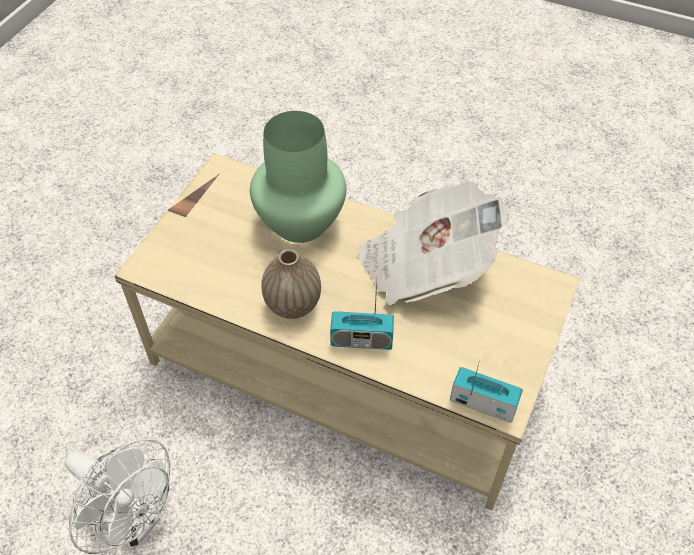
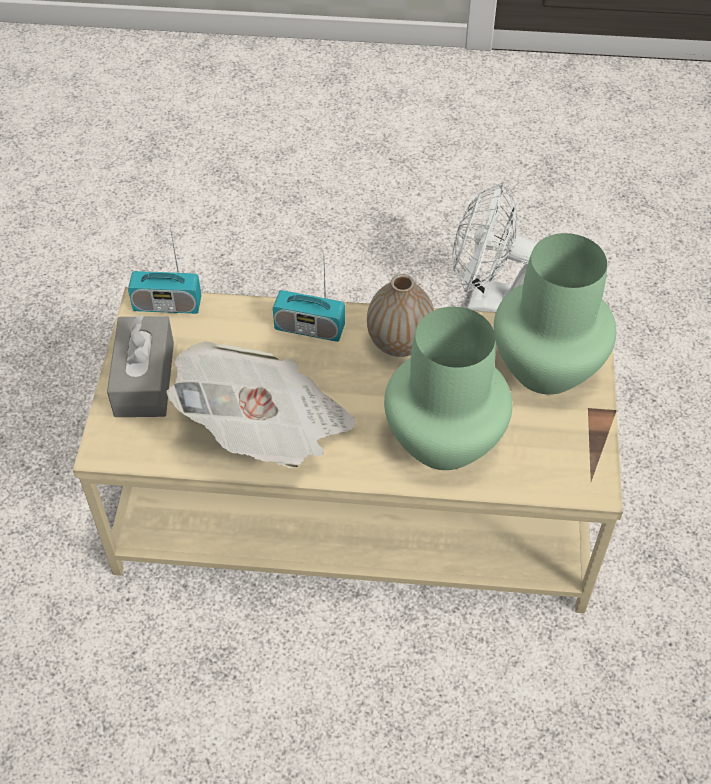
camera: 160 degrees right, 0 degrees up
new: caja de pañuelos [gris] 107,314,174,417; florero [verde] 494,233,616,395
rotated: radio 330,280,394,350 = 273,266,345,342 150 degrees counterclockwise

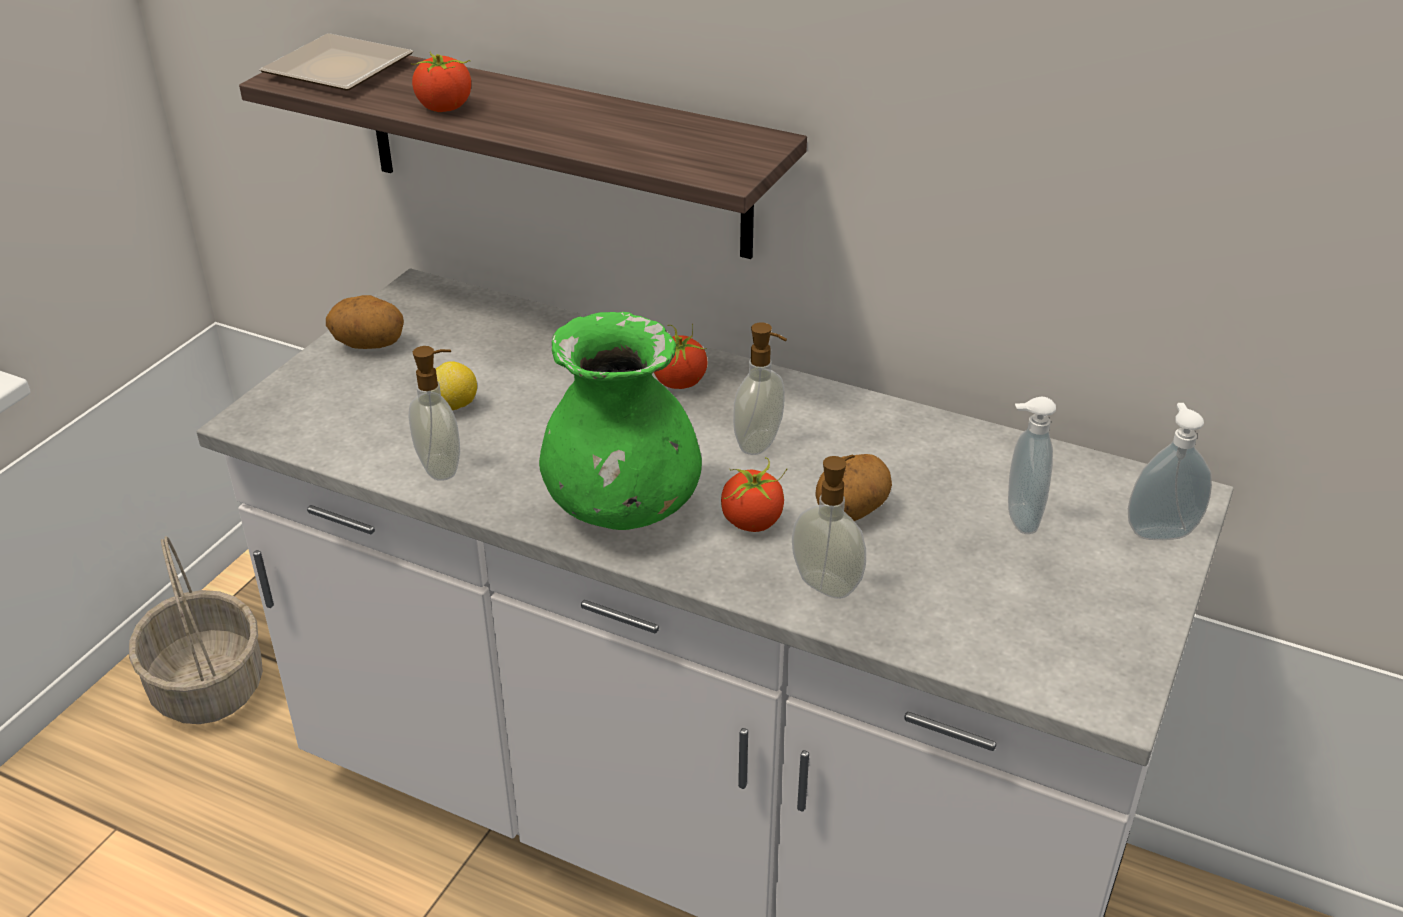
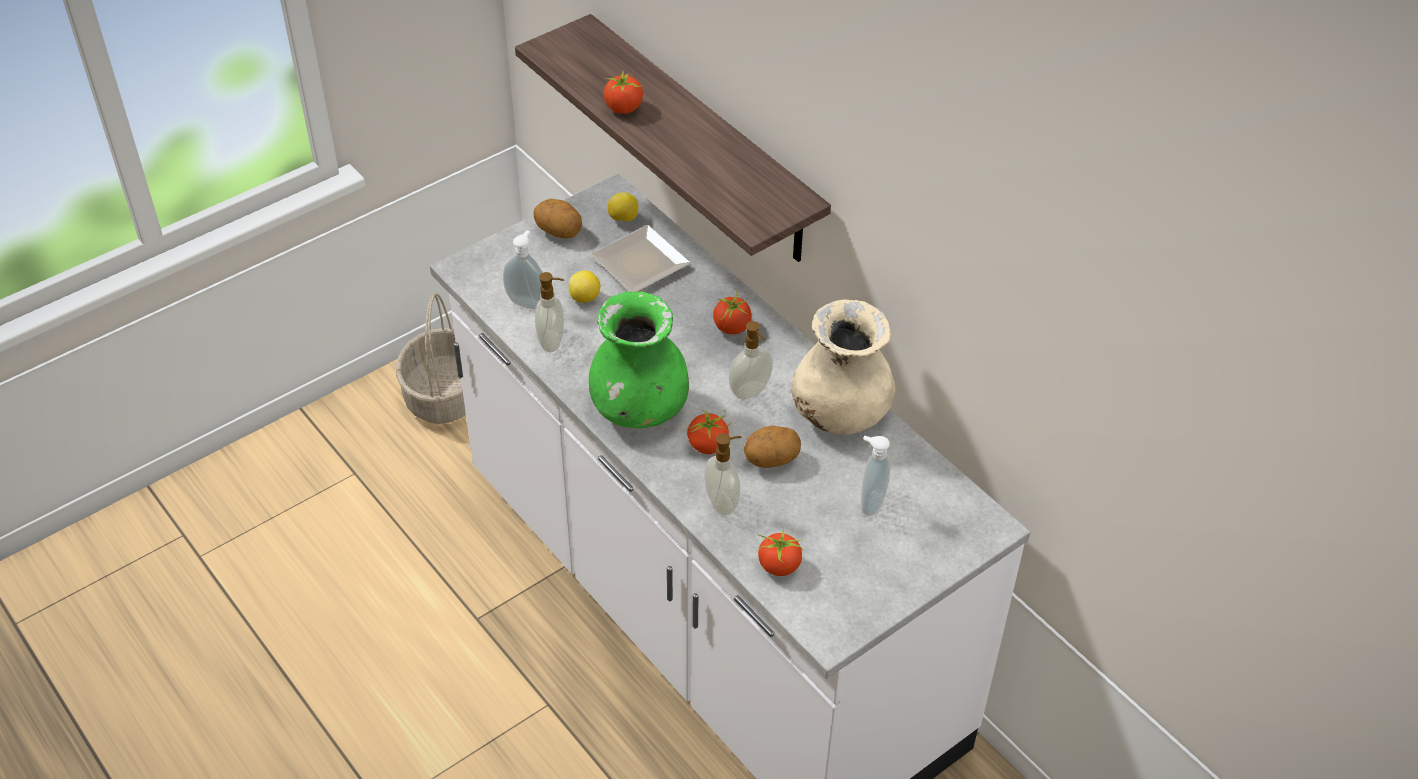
camera: 25 degrees right, 10 degrees up
new: limón 607,192,638,221; tomate 758,528,804,576; florero [beis] 791,299,895,435
shifted: dispensador de jabón 1128,403,1212,540 to 503,230,543,309; plato 259,33,413,91 to 590,225,691,292

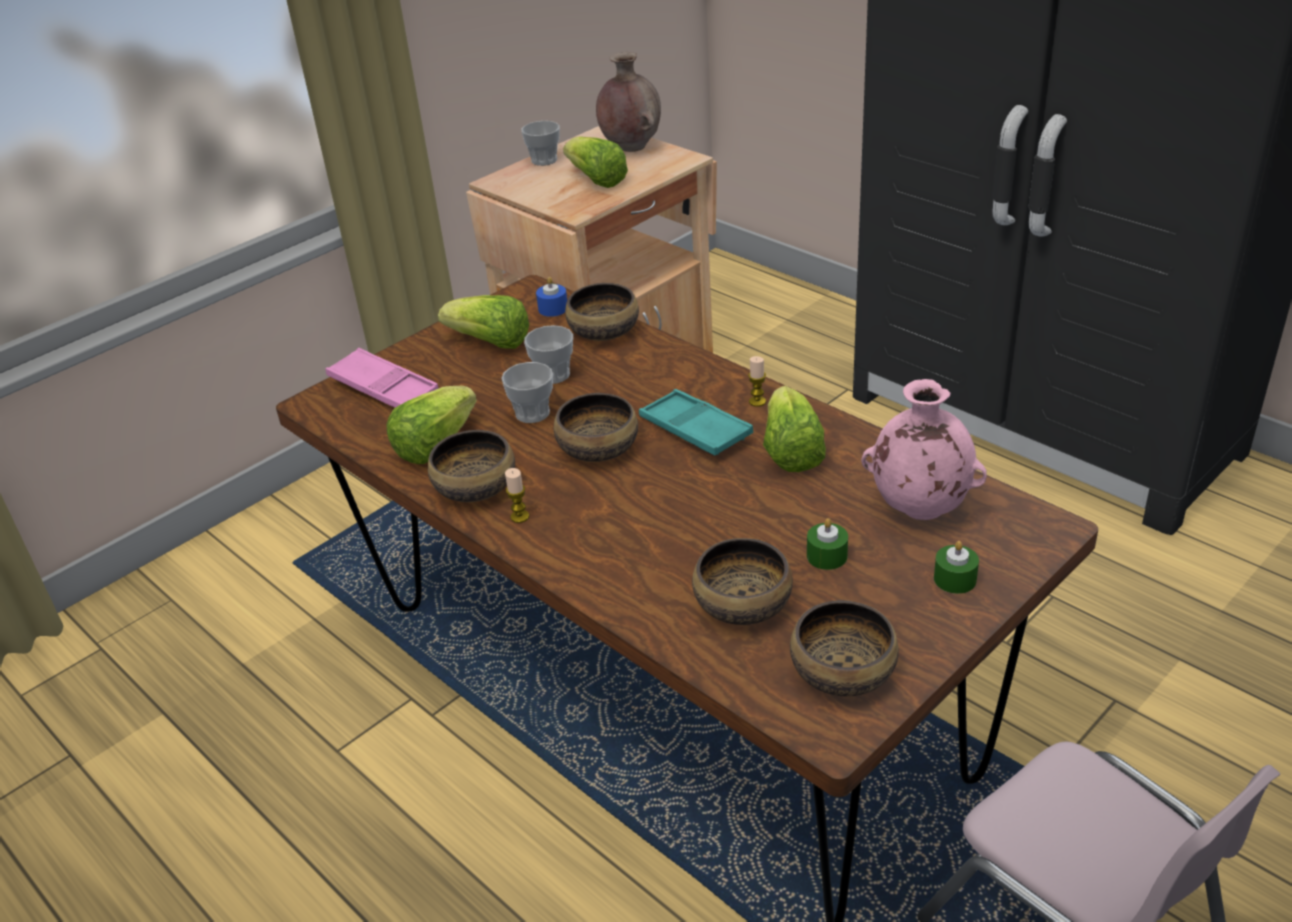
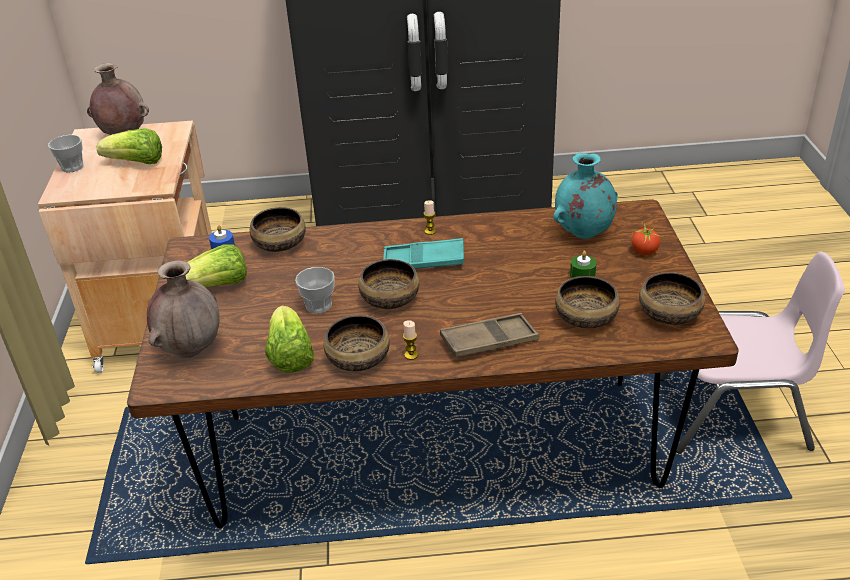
camera: 50 degrees left, 0 degrees up
gone: taza 524,325,573,384; lechuga 763,386,826,472
new: bandeja [marrón] 440,313,539,357
swapped: bandeja [rosa] 326,348,438,408 to florero [marrón] 147,261,219,358; vela [verde] 934,541,979,594 to tomate 632,223,660,255
repainted: florero [rosa] 861,379,987,520 to florero [turquesa] 553,153,618,239

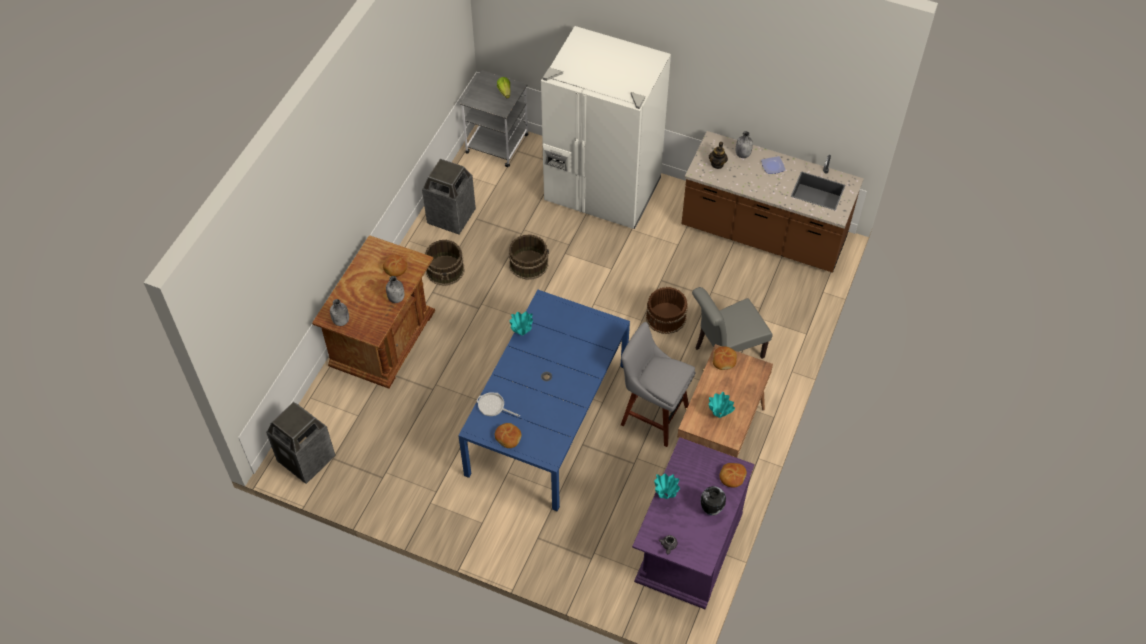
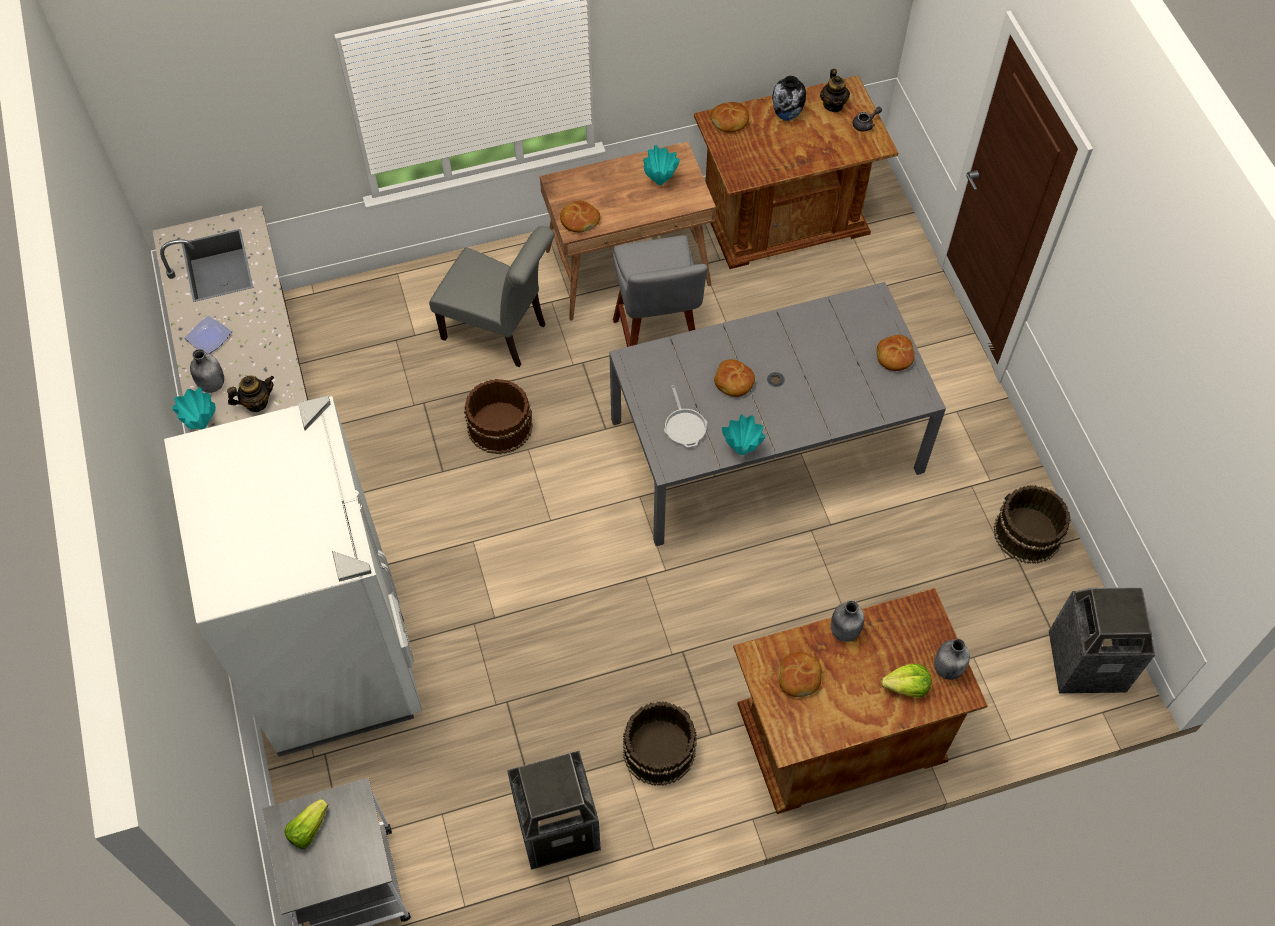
camera: 130 degrees left, 5 degrees up
new: pan 714,359,755,397; tetera 820,69,850,112; lechuga 881,664,931,697
shifted: florero [turquesa] 654,474,680,499 to 172,387,216,429; sartén 476,392,520,417 to 664,385,707,447; cubo [marrón] 508,234,549,280 to 993,485,1071,564
repainted: mesa de comedor [azul] 458,290,630,511 to mesa de comedor [gris] 609,282,946,546; armario [morado] 632,437,755,609 to armario [marrón] 694,76,898,269

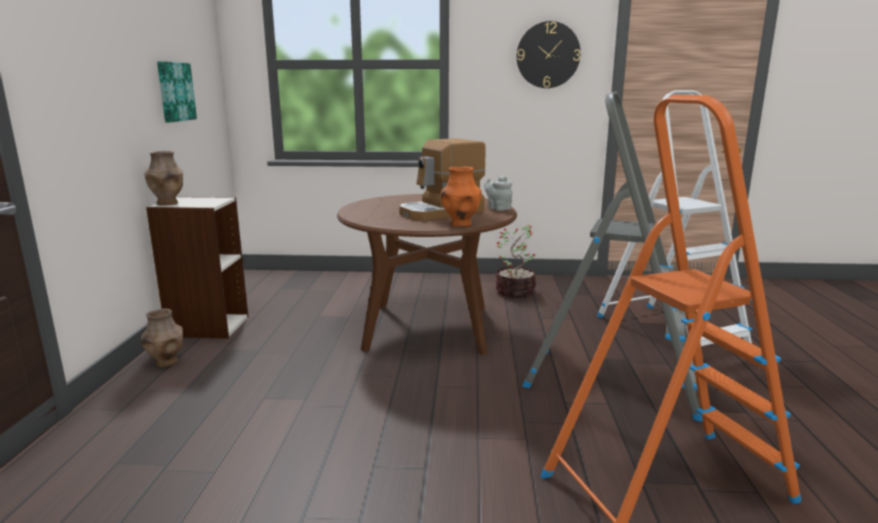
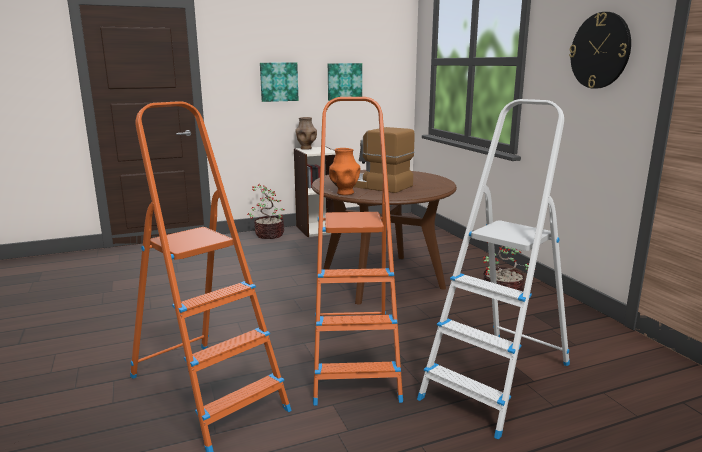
camera: 65 degrees right, 0 degrees up
gone: tetera [gris] 484,176,512,211
new: cuadro 260,63,298,102
swapped: florero [marrón] 141,309,183,367 to planta en maceta 247,184,285,239
repainted: escalera de tijera [gris] 522,92,703,422 to escalera de tijera [naranja] 313,97,403,406

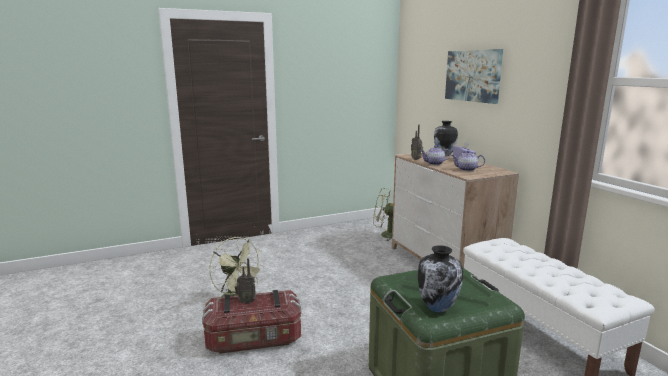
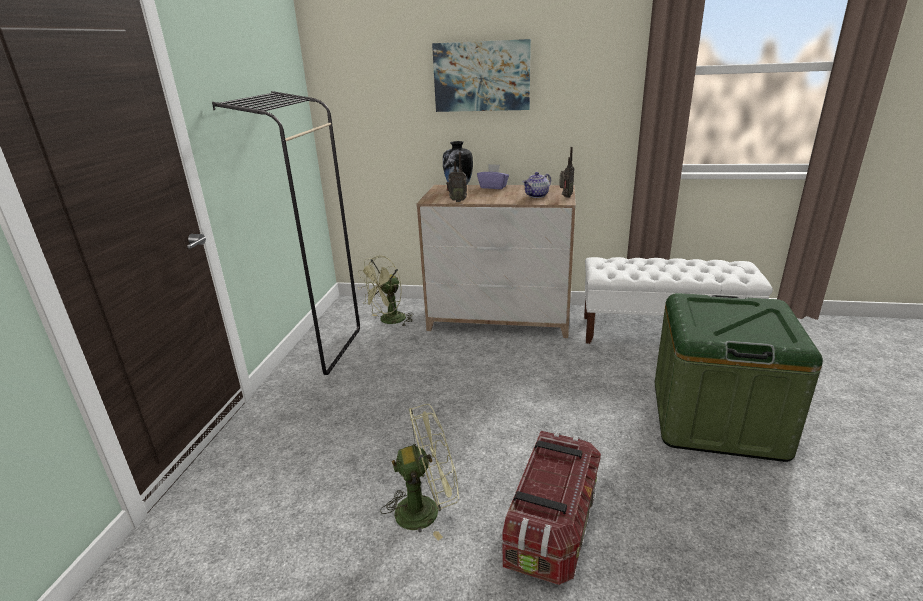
camera: 55 degrees left, 10 degrees up
gone: florero 418,245,463,313; tetera 421,146,451,165
new: perchero [negro] 212,91,360,375
shifted: radio 235,258,256,304 to 559,147,574,198

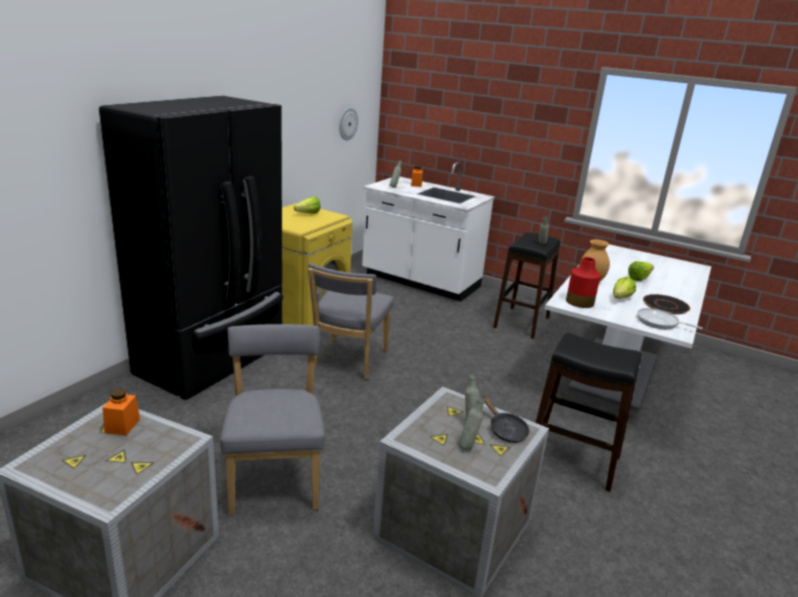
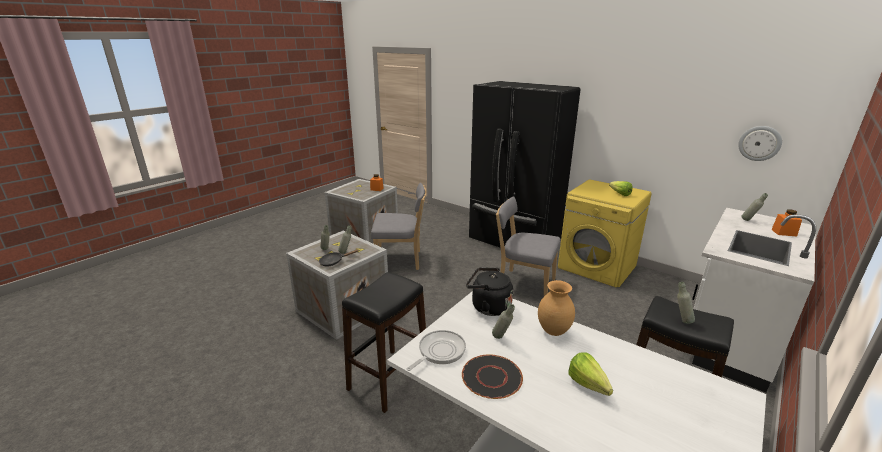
camera: 100 degrees right, 0 degrees up
swapped: florero [rojo] 566,257,601,308 to hervidor [negro] 466,268,513,316; lechuga 613,277,636,299 to botella [gris] 492,304,515,339

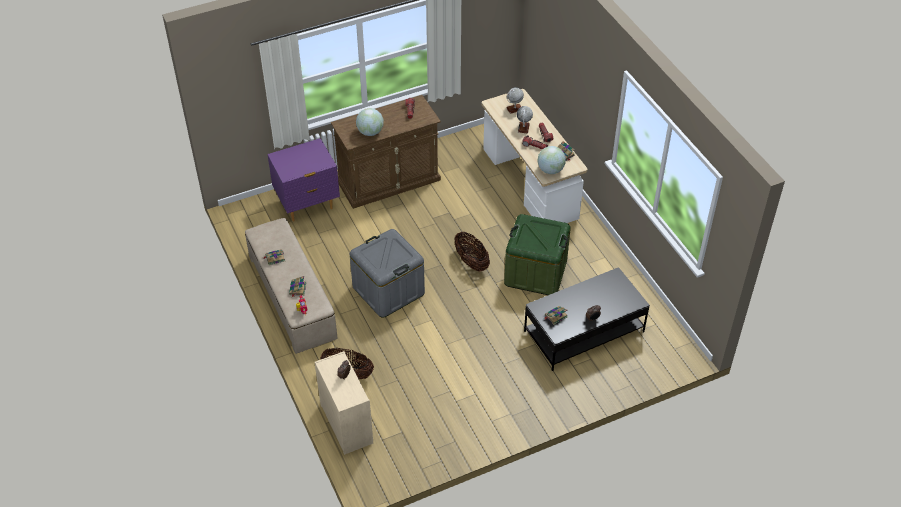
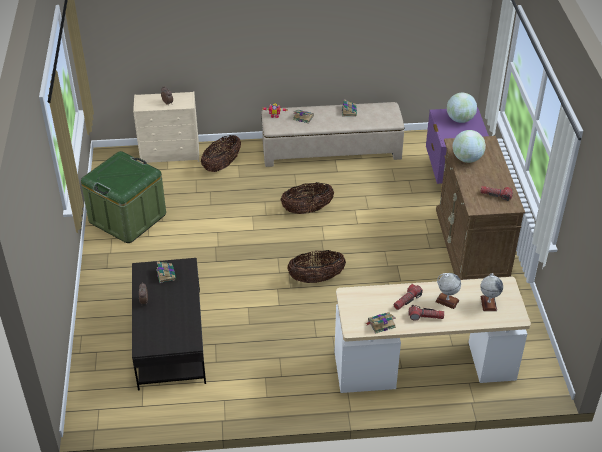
camera: 110 degrees right, 5 degrees down
shifted: caja de almacenaje [verde] 504,214,571,295 to 81,151,166,243; globo terráqueo 538,146,566,174 to 447,93,477,123
swapped: caja de almacenaje [gris] 350,229,425,318 to cesta 281,182,334,214

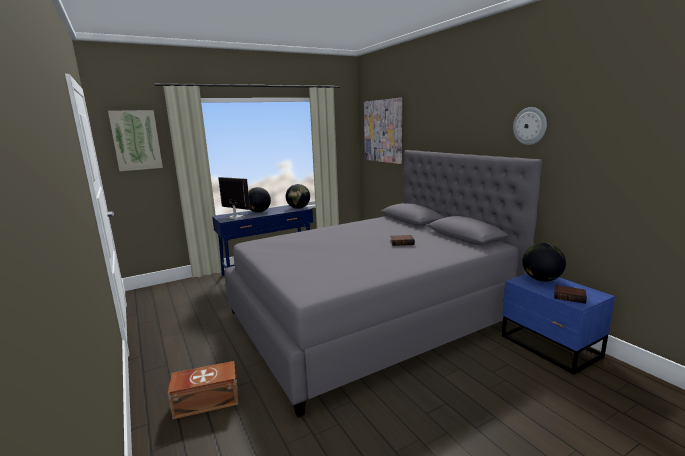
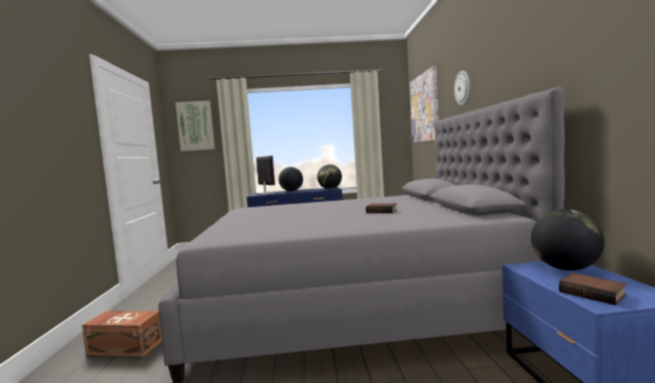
camera: 25 degrees right, 10 degrees down
shifted: reloj de pared 513,107,547,145 to 454,71,470,106

